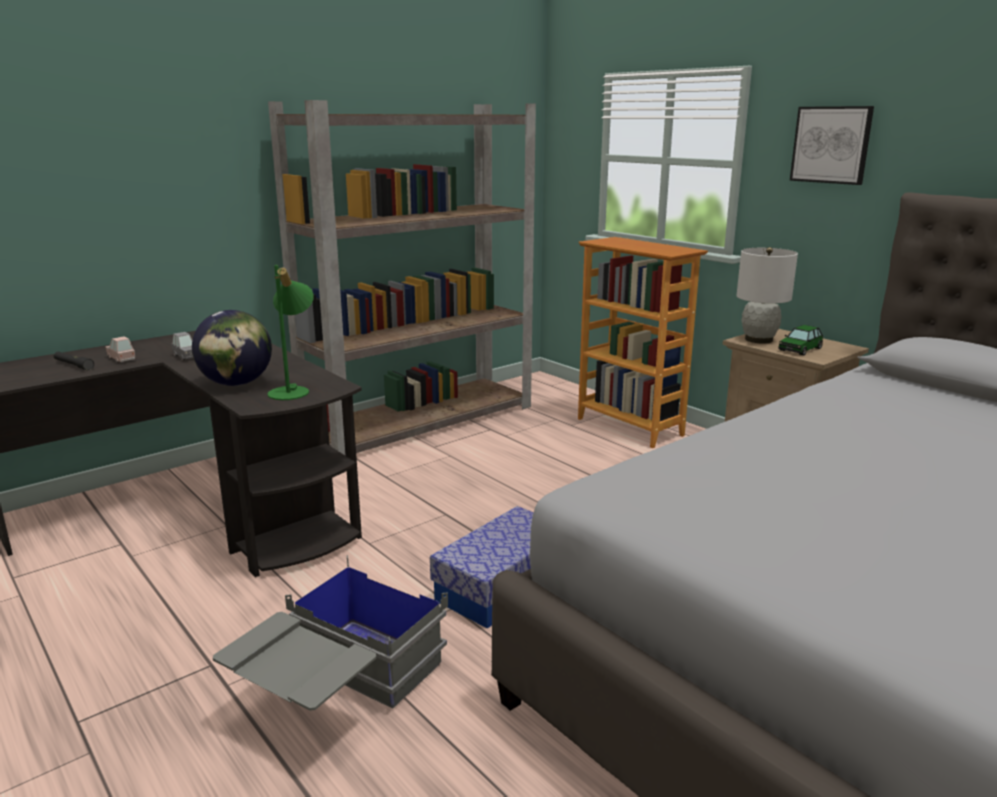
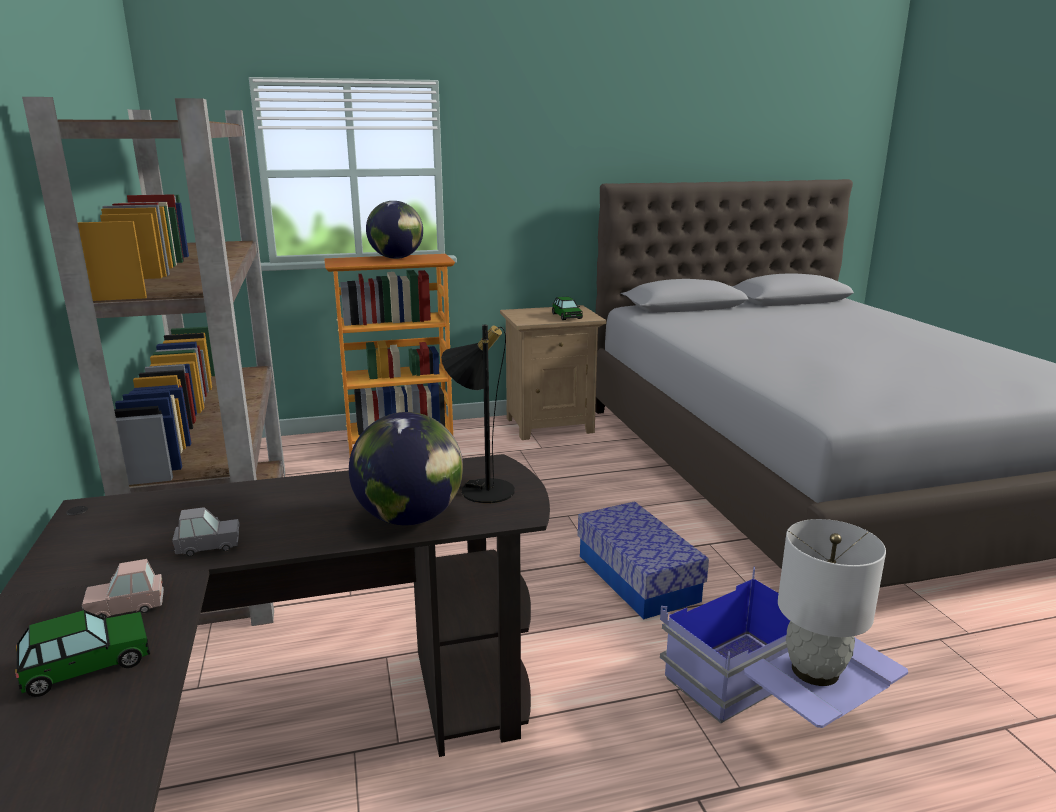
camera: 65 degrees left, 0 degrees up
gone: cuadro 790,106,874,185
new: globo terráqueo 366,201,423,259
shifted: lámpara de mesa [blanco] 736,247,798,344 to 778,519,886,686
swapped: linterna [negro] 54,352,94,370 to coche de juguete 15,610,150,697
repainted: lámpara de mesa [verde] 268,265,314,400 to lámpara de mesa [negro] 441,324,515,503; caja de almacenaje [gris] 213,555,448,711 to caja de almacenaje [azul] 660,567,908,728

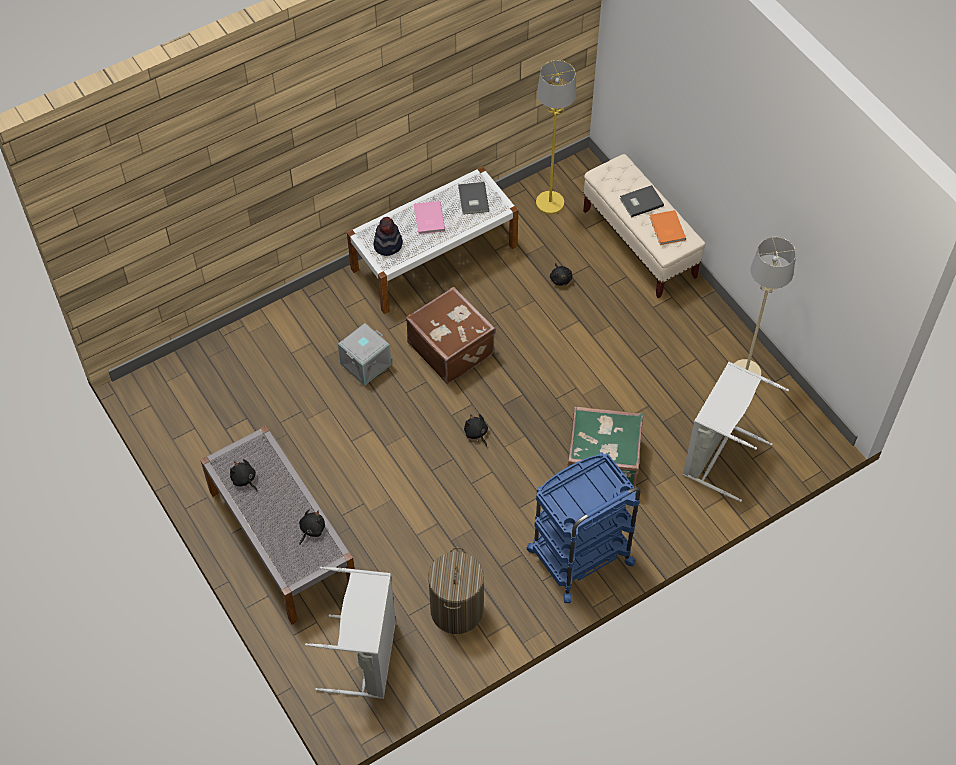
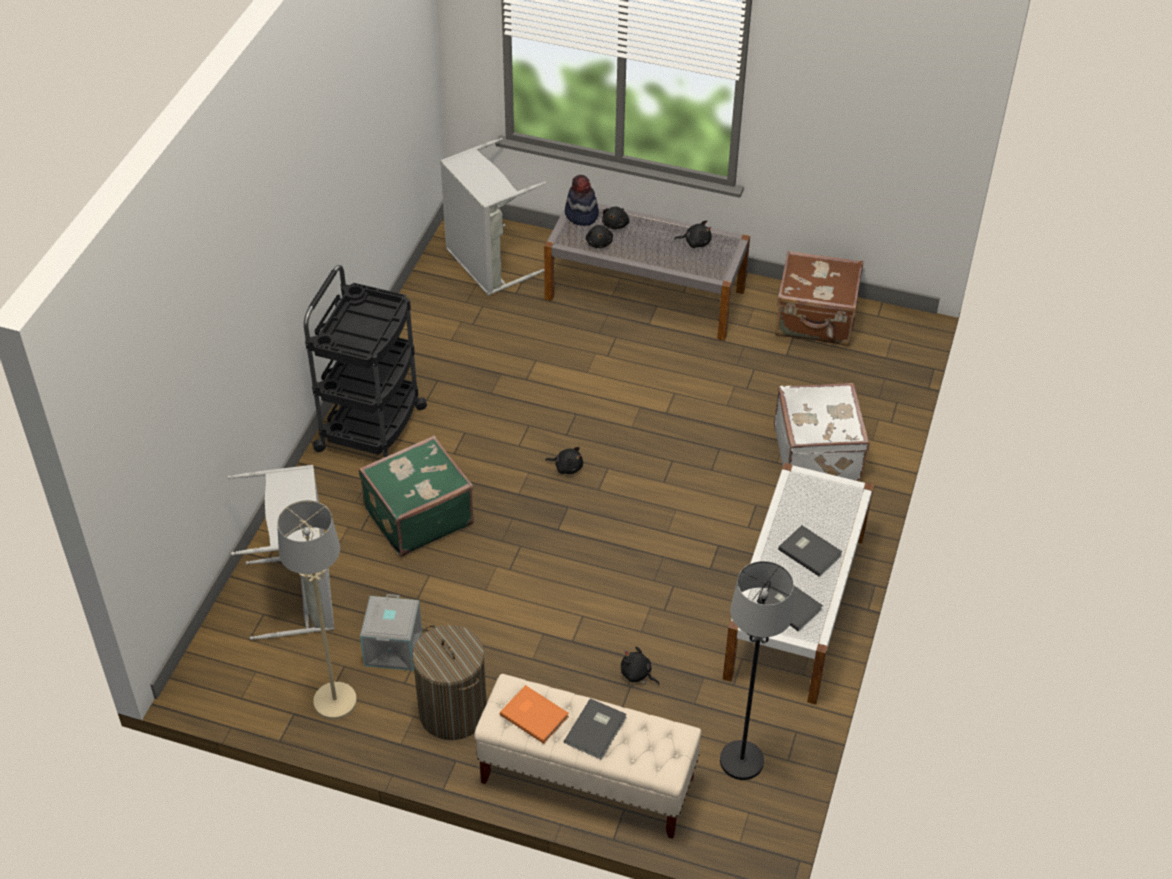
camera: 140 degrees right, 10 degrees down
new: peluche [negro] 602,207,629,229; maleta [blanco] 774,383,870,484
shifted: caja de almacenaje [gris] 338,323,391,386 to 360,594,422,671; cesto de la ropa 428,547,484,634 to 412,625,487,740; sombrero 373,217,403,256 to 565,175,599,226; maleta [marrón] 406,287,496,384 to 775,251,863,346
repainted: carrito [azul] 526,452,640,603 to carrito [negro] 304,265,427,457; lámpara de pie [amarillo] 536,60,576,215 to lámpara de pie [negro] 720,561,794,780; libro [rosa] 414,201,445,234 to libro [gris] 778,525,843,577

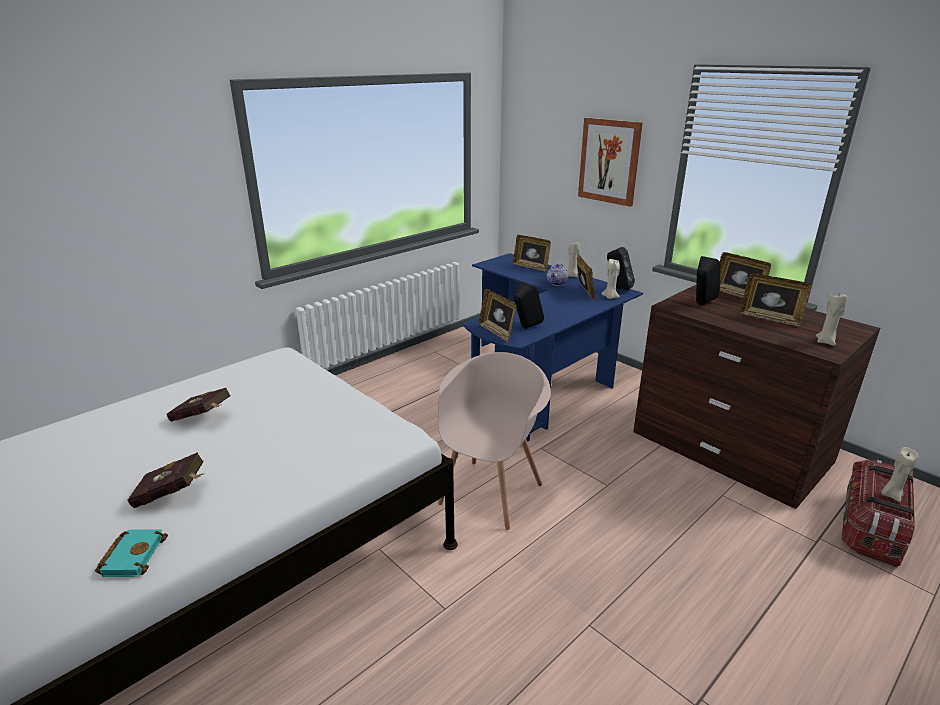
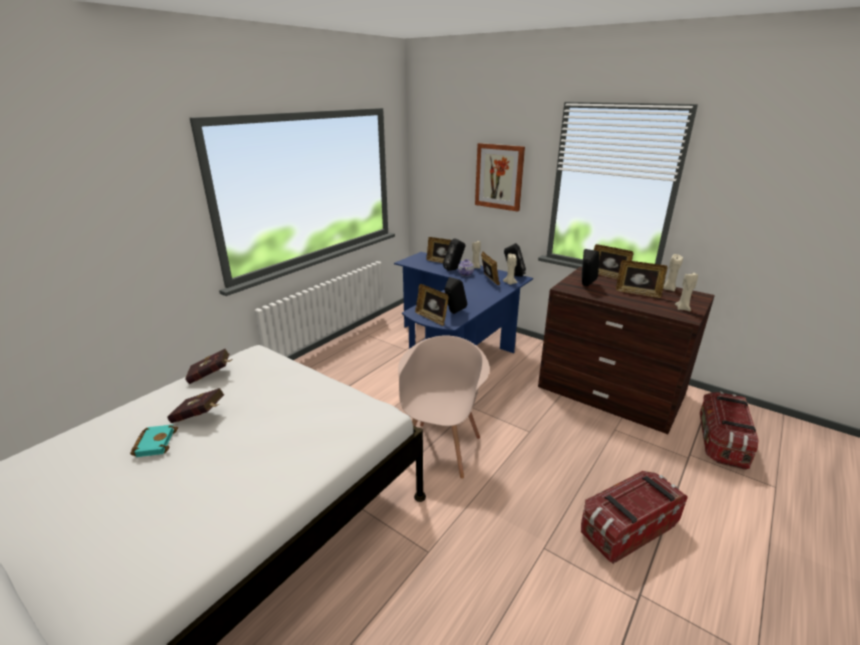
camera: 10 degrees left, 0 degrees up
new: altavoz [negro] 443,238,465,271; caja de almacenaje 581,471,688,564
shifted: libro [turquesa] 95,529,168,577 to 130,425,178,457; libro [rojo] 127,453,204,508 to 185,349,233,384; vela [beis] 881,447,919,502 to 663,254,683,291

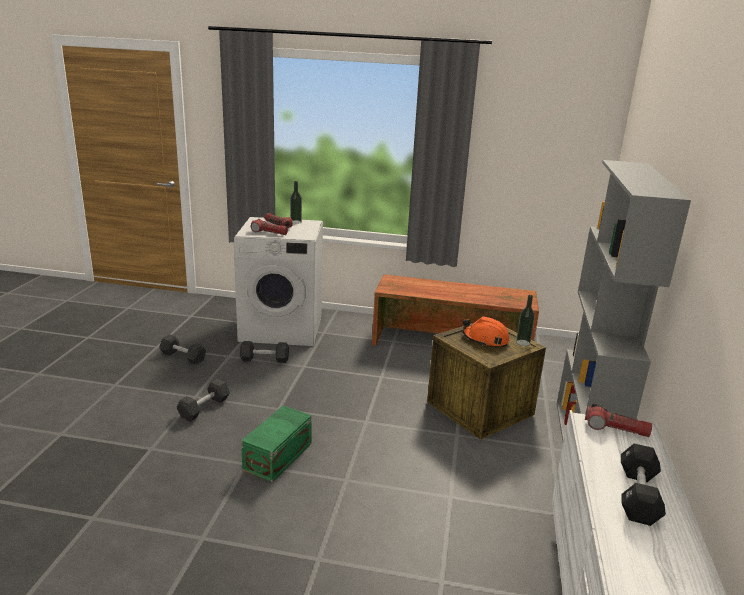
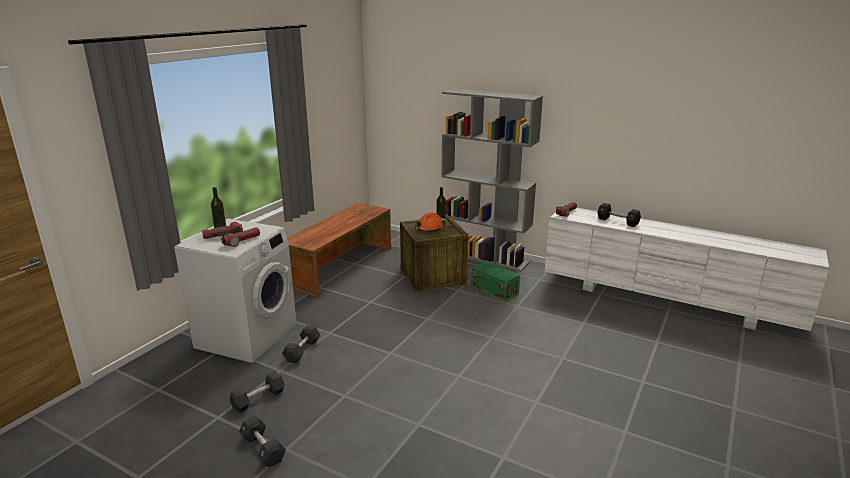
camera: 70 degrees left, 0 degrees up
shifted: mancuerna [negro] 177,379,230,422 to 239,415,286,467; caja de almacenaje [verde] 241,406,312,482 to 471,261,520,302

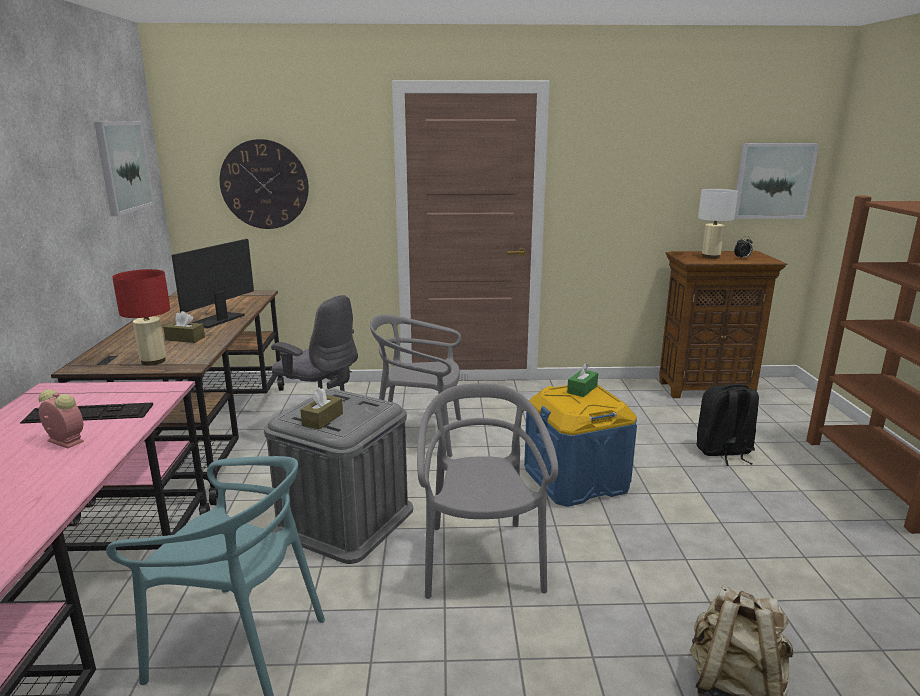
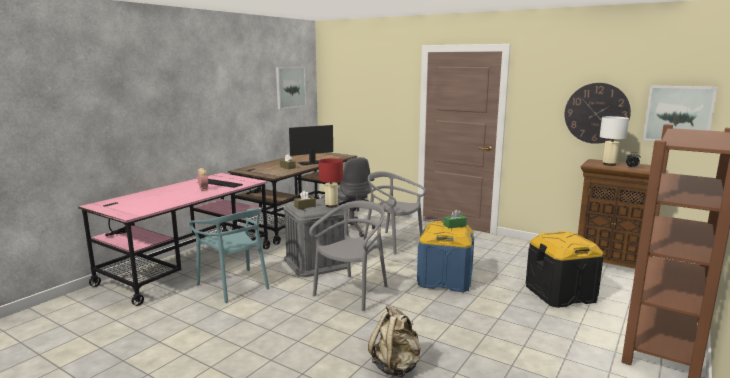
camera: 35 degrees right, 5 degrees down
shifted: lámpara de mesa [rojo] 113,269,170,365 to 319,158,343,208; reloj de pared 220,139,309,229 to 565,83,631,144
swapped: mochila [negro] 696,384,759,466 to caja de almacenaje [negro] 526,231,603,308

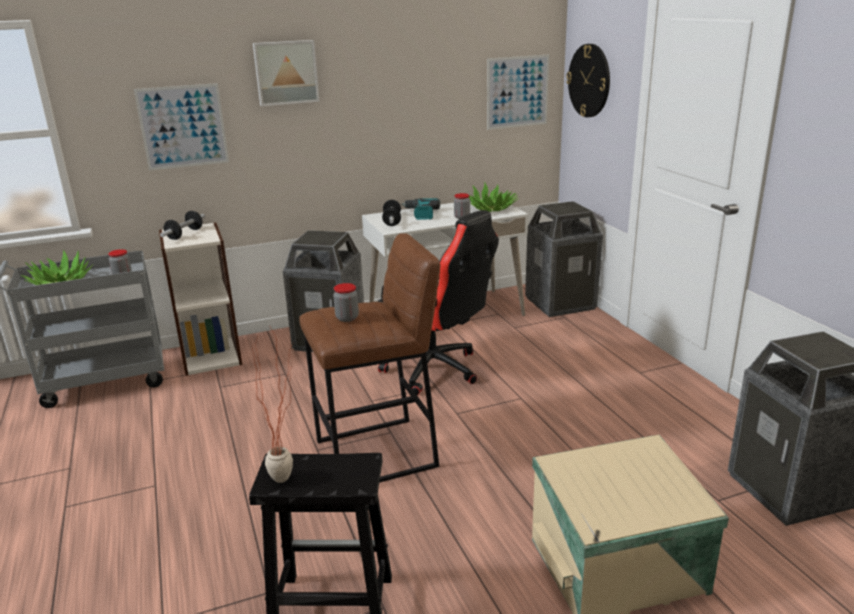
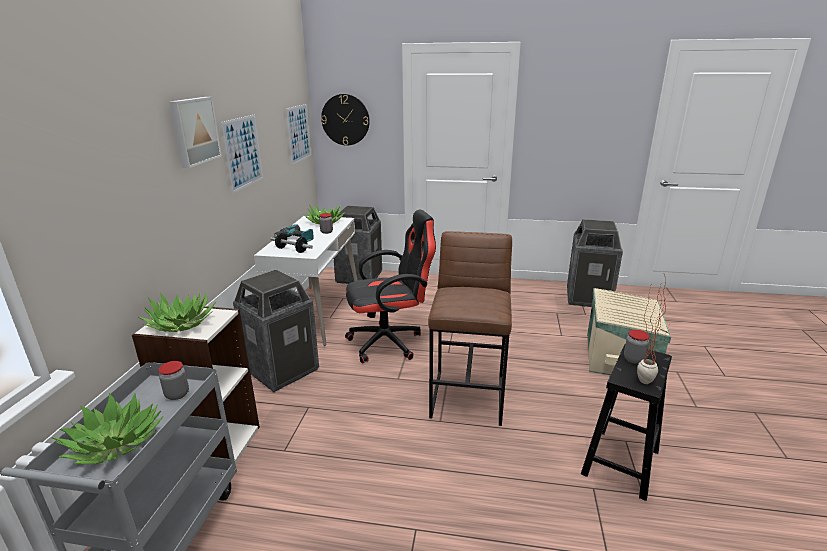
camera: 60 degrees left, 0 degrees up
shifted: cuadro 134,83,229,171 to 221,115,263,194; tarro 333,283,359,322 to 624,330,650,364
swapped: mancuerna 160,211,205,240 to planta en maceta 138,291,216,332

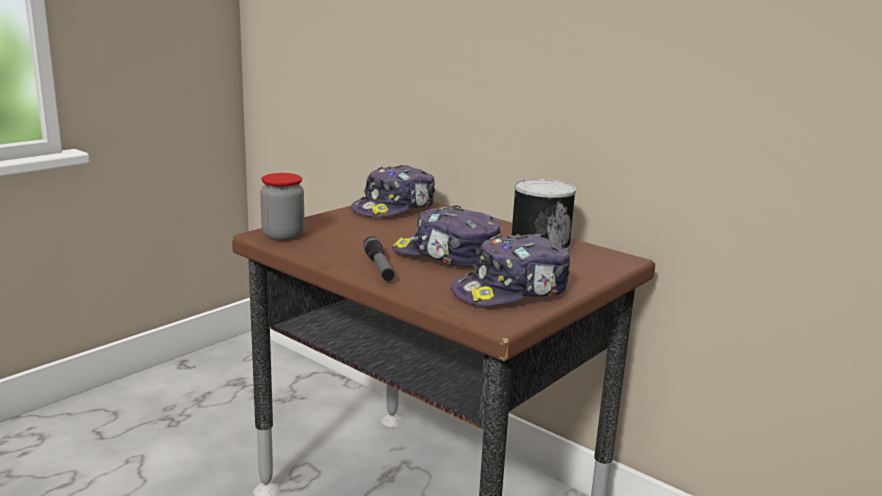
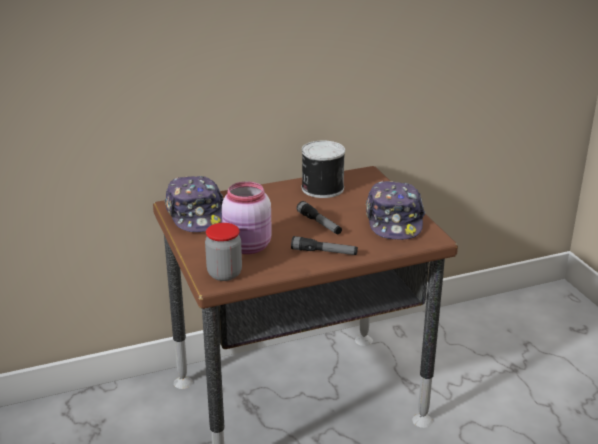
camera: 60 degrees left, 10 degrees up
new: tarro [rosa] 222,181,272,254
swapped: gorra 392,205,501,267 to linterna 297,201,342,234

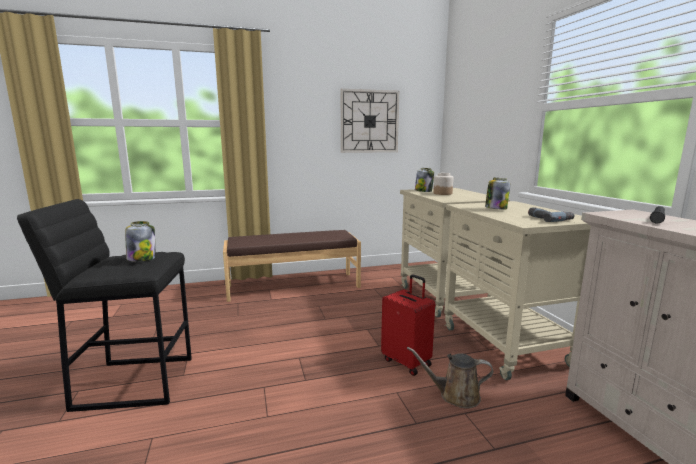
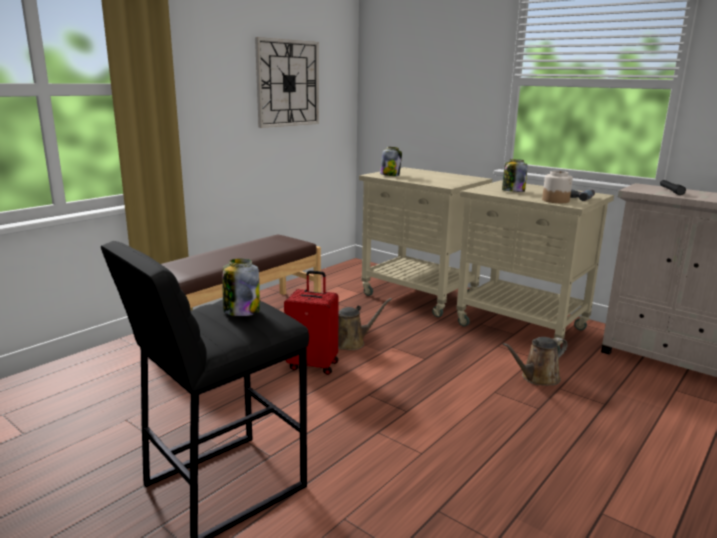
camera: 35 degrees left, 5 degrees up
new: regadera [marrón] 338,298,392,350
shifted: maleta [rojo] 381,274,435,376 to 284,270,339,375; tarro 433,173,453,195 to 542,171,573,203

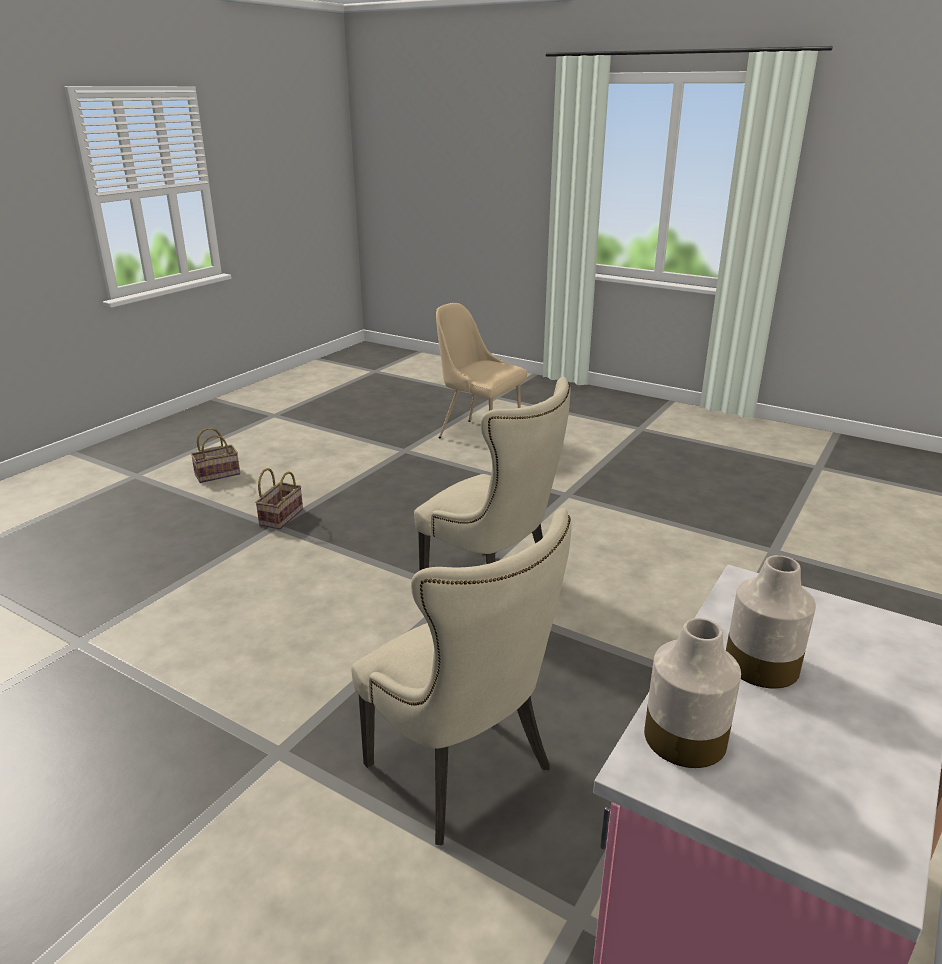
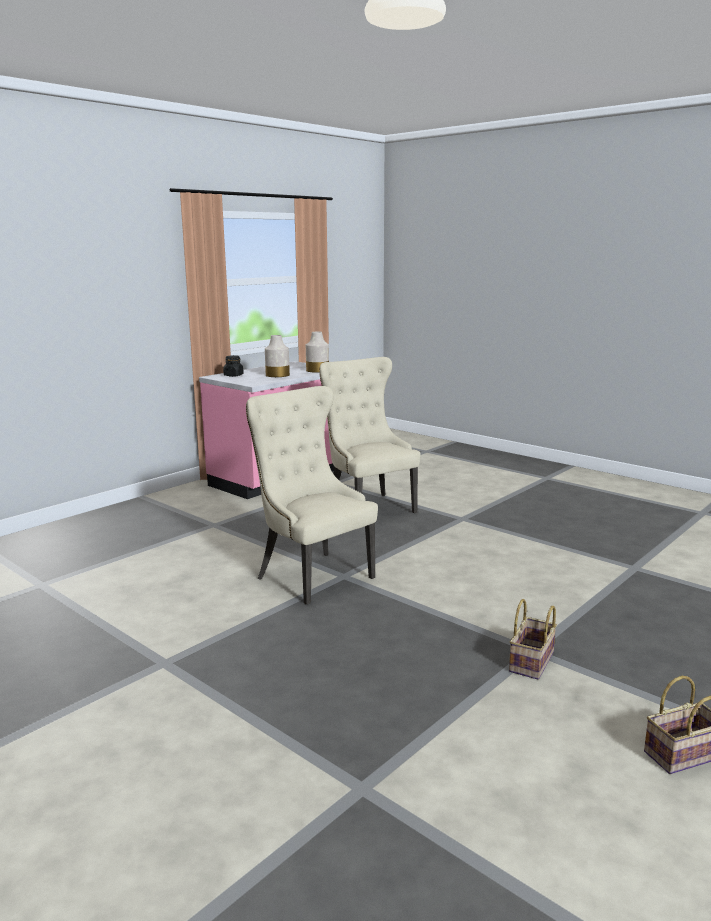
camera: 170 degrees left, 10 degrees down
gone: silla [beis] 436,303,527,438
new: tarro [negro] 223,355,244,377

